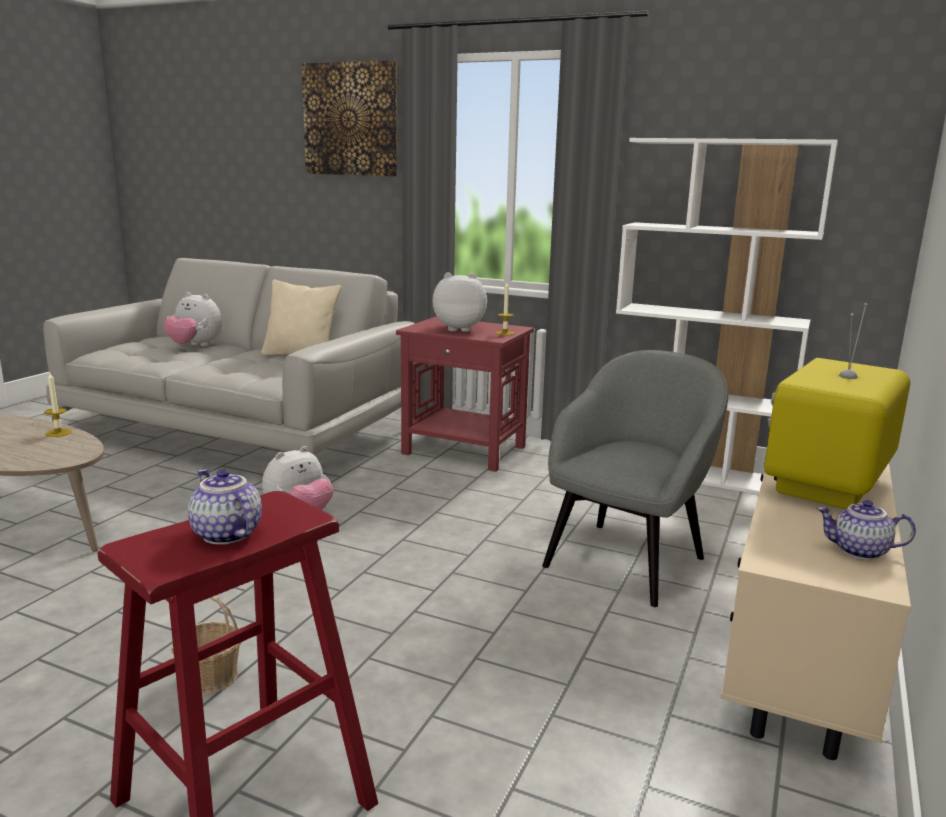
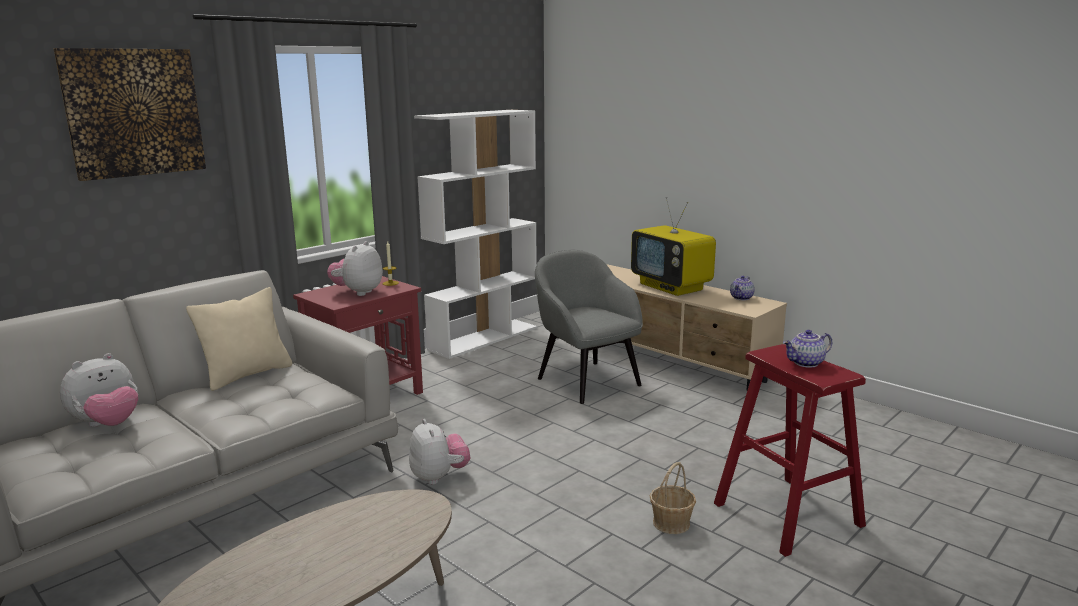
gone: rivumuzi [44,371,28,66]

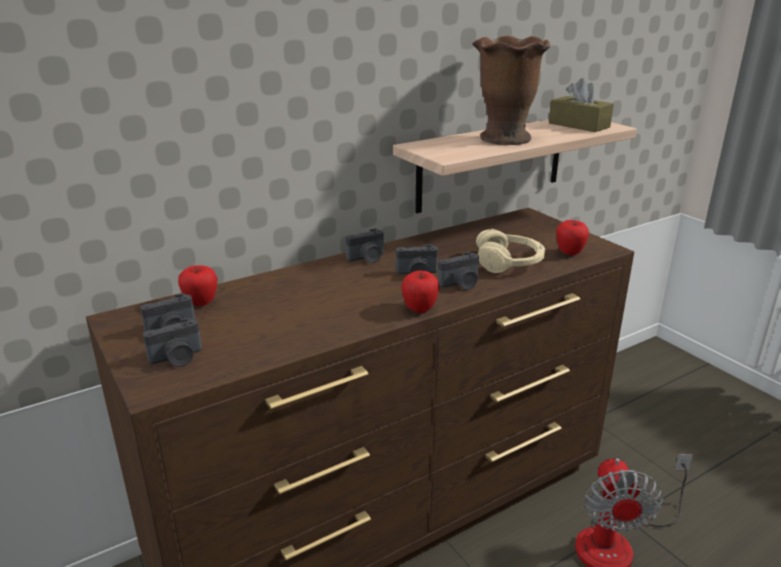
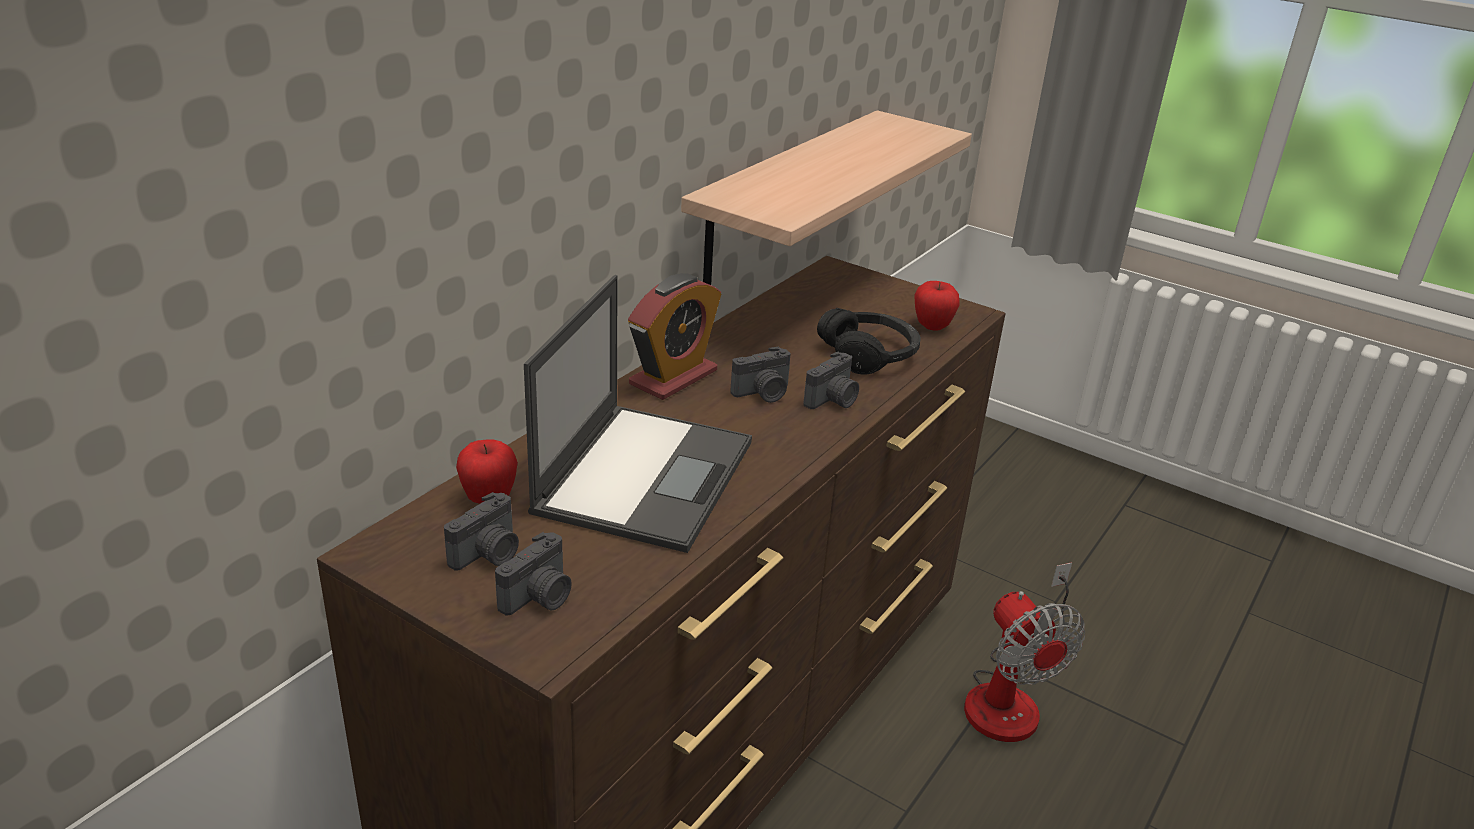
gone: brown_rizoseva [472,36,79,109]; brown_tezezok [549,78,65,54]; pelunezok [401,270,38,43]
new: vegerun [524,275,228,278]
swapped: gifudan [346,228,38,35] to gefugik [628,273,93,127]
repainted: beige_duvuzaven [476,229,69,44] to black_duvuzaven [817,308,104,67]

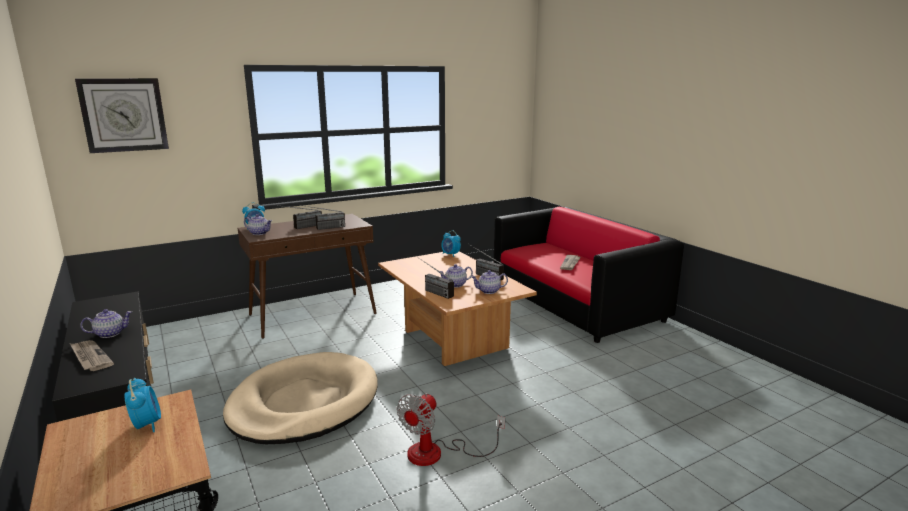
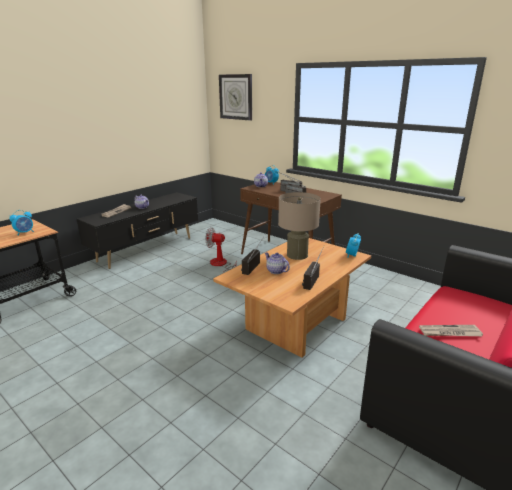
gone: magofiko [471,270,37,24]; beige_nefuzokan [223,352,155,92]
new: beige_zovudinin [278,192,43,68]
shifted: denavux [397,393,108,73] to [206,227,31,46]

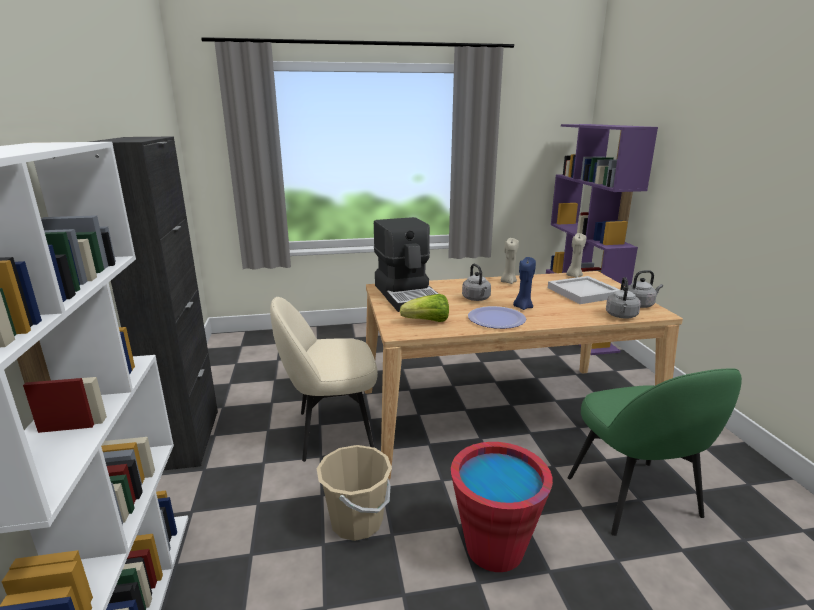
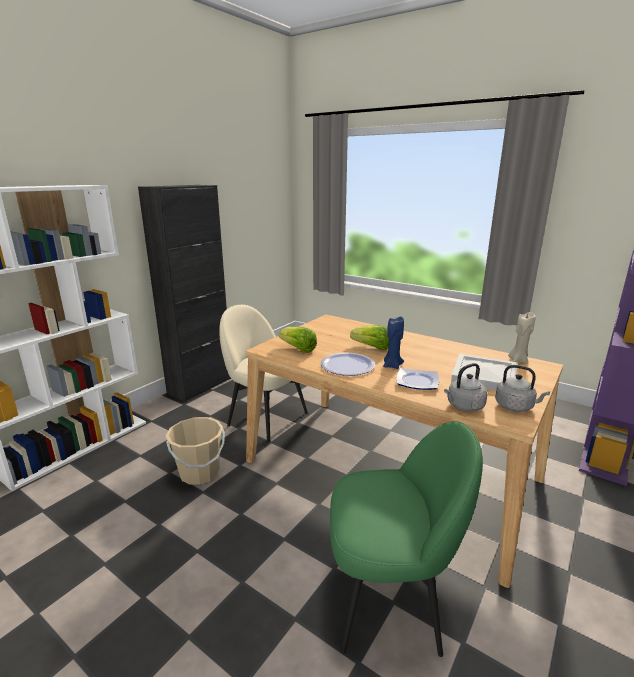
gone: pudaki [374,217,64,95]; beige_rivumuzi [501,238,18,46]; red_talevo [451,442,102,130]
new: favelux [396,368,43,22]
swapped: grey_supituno [462,264,29,37] to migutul [350,325,39,25]
rotated: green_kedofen [568,369,174,167] = [330,421,153,236] 120 degrees counterclockwise

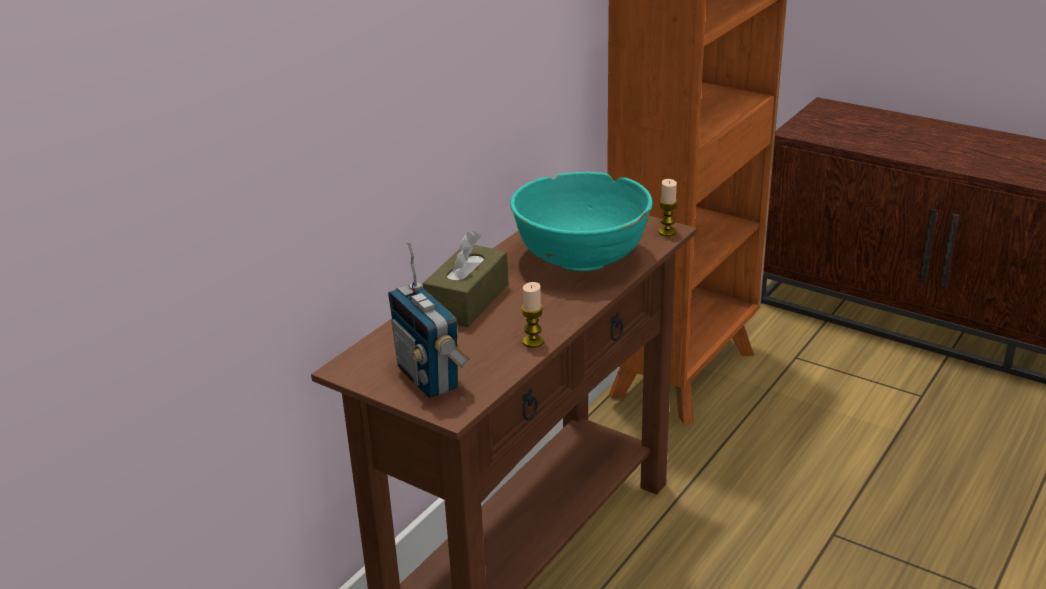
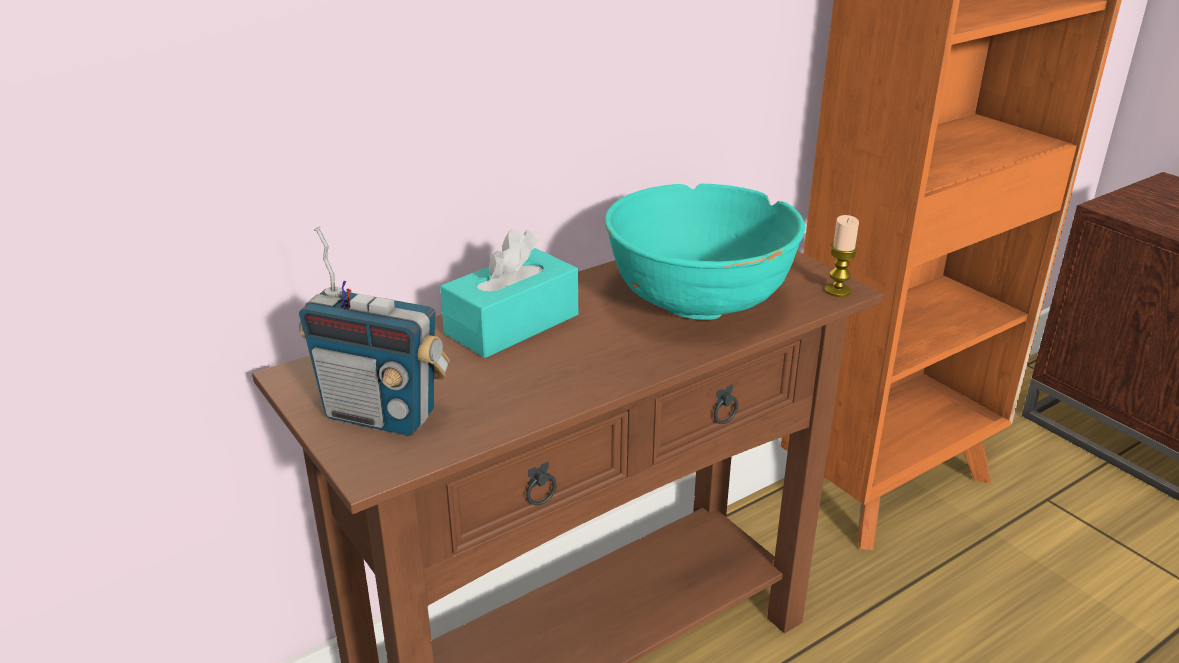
gone: rivumuzi [521,282,23,66]
repainted: brown_tezezok [423,231,86,96] to turquoise_tezezok [440,229,138,129]
rotated: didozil [388,242,82,156] = [299,227,151,209] 60 degrees counterclockwise

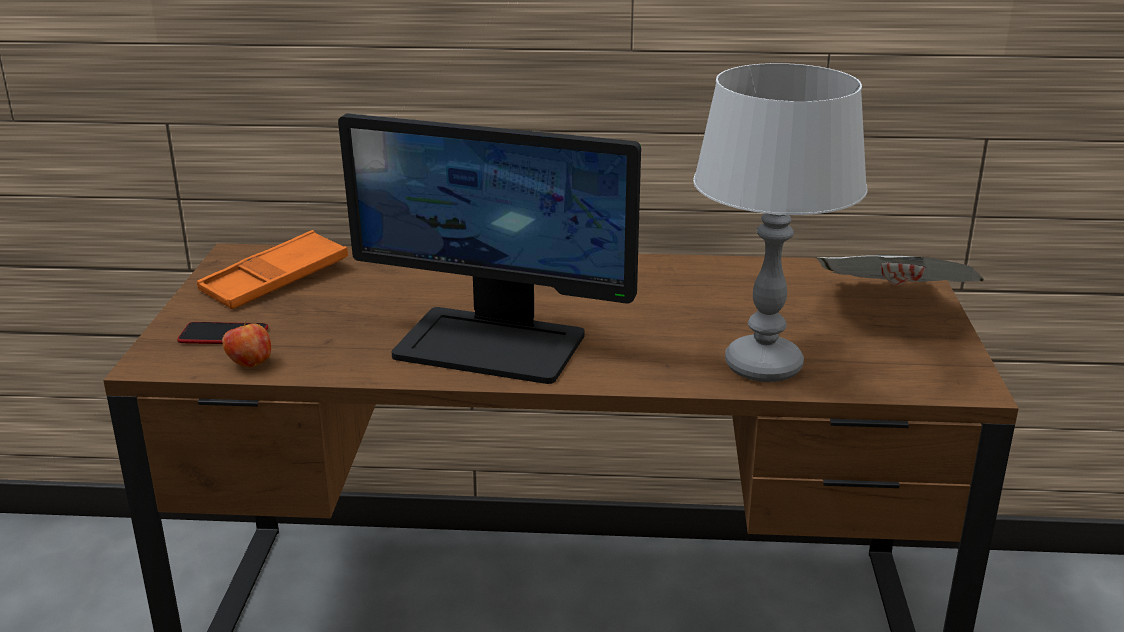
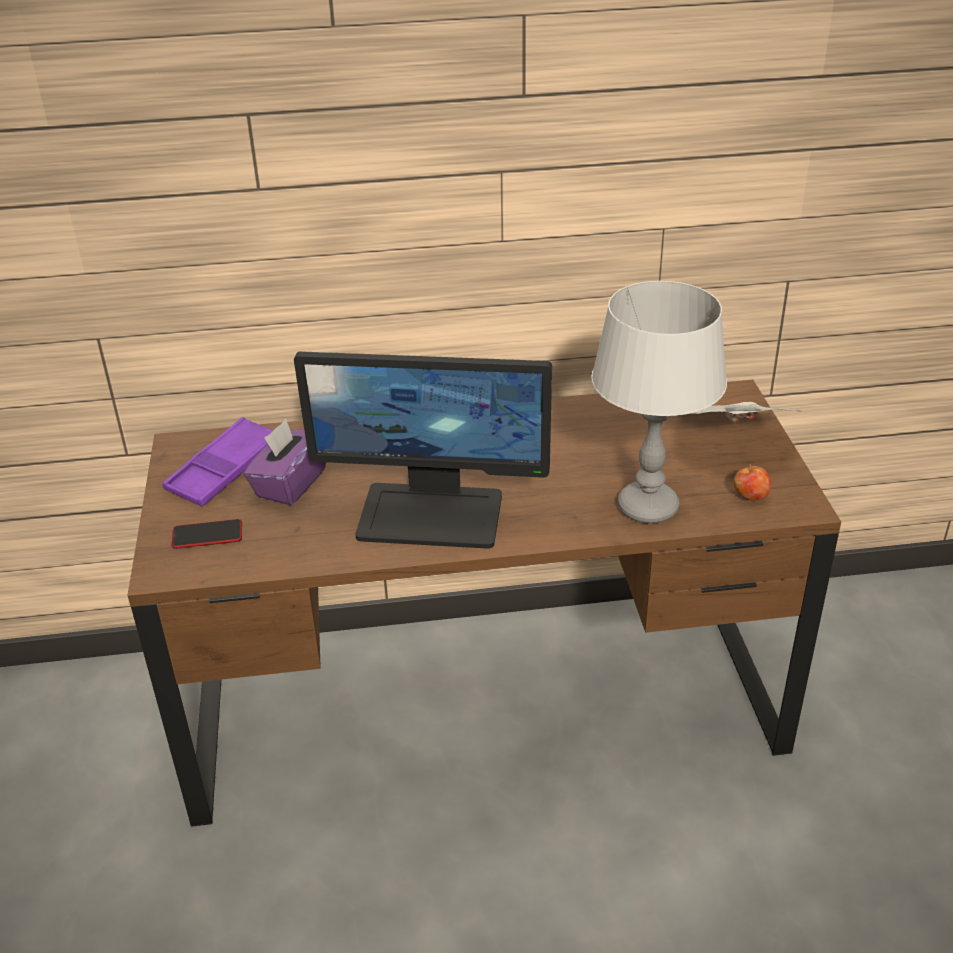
new: purple_tezezok [244,419,82,86]
shifted: pelunezok [222,319,49,48] to [734,464,37,37]
repainted: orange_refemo [197,230,151,79] to purple_refemo [163,417,110,90]

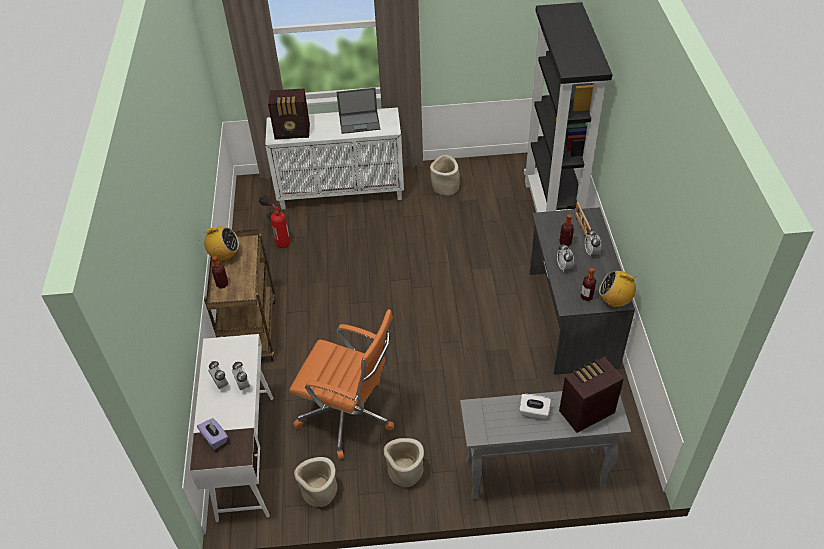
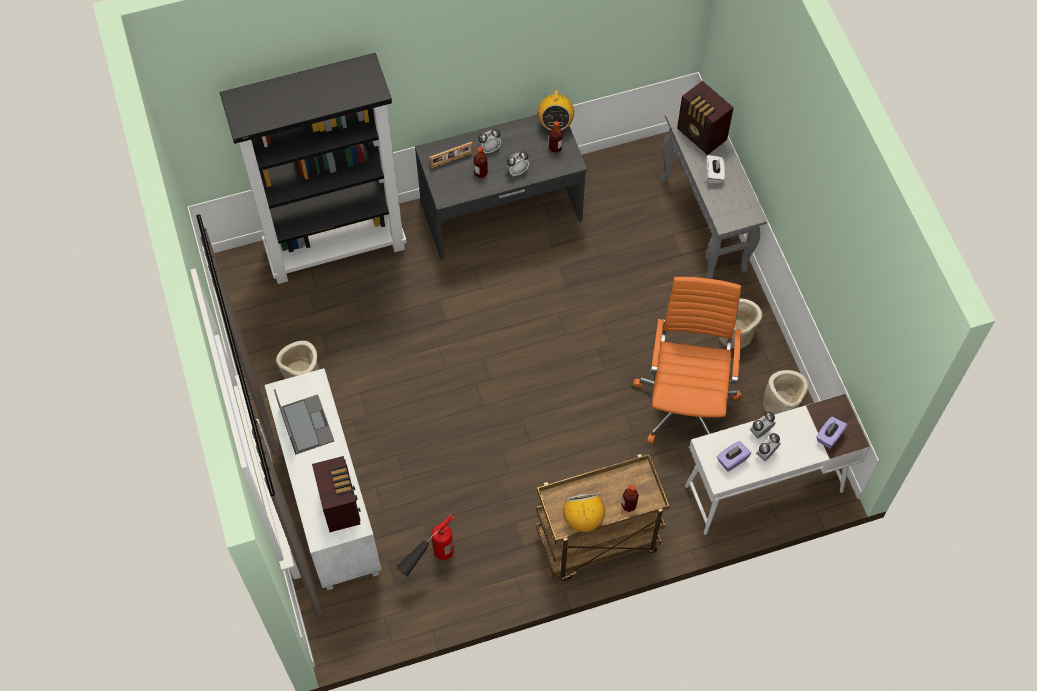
new: purple_tezezok [717,441,34,31]

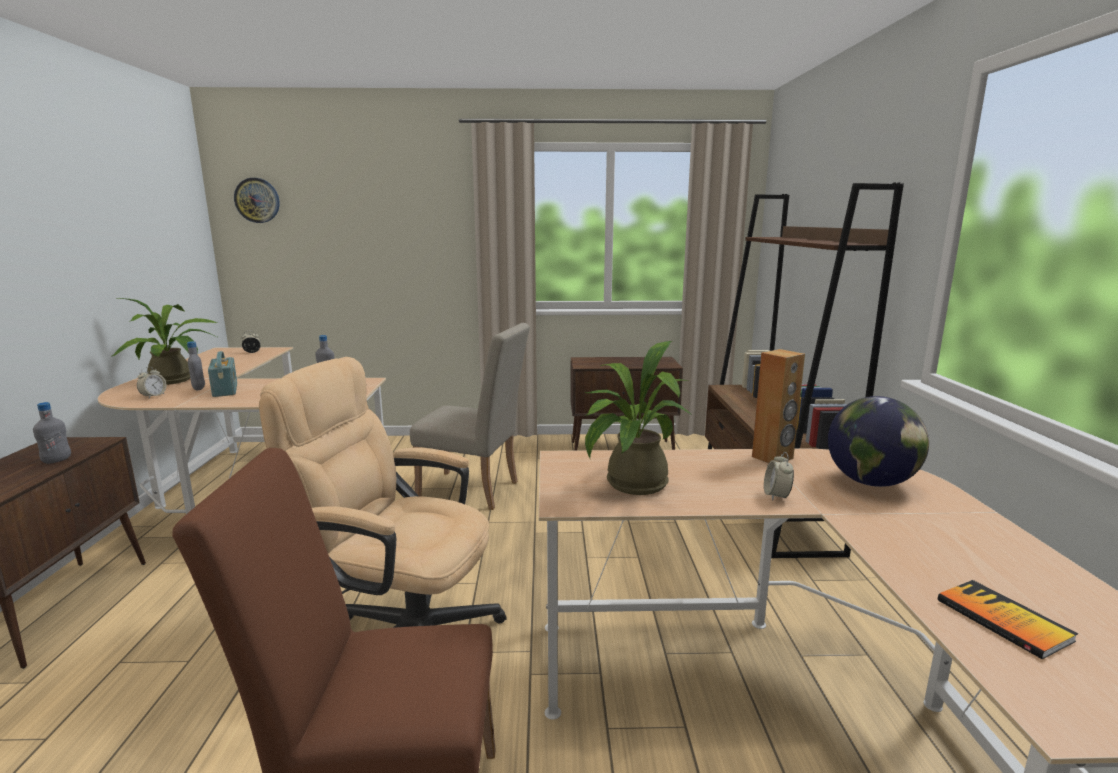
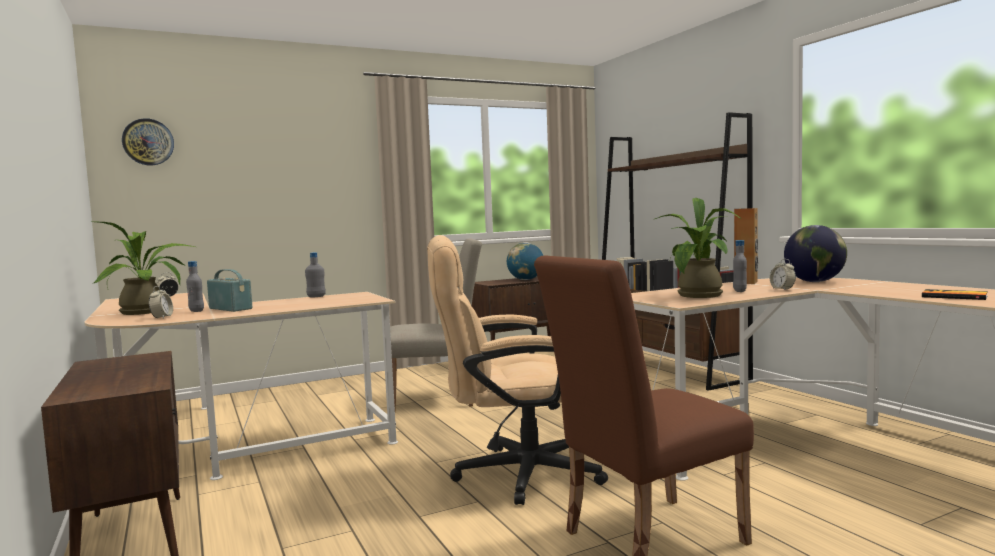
new: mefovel [507,243,36,37]
shifted: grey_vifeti [33,402,38,62] to [733,240,14,52]

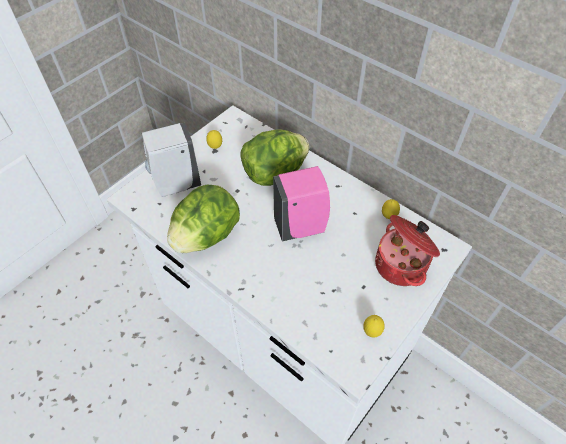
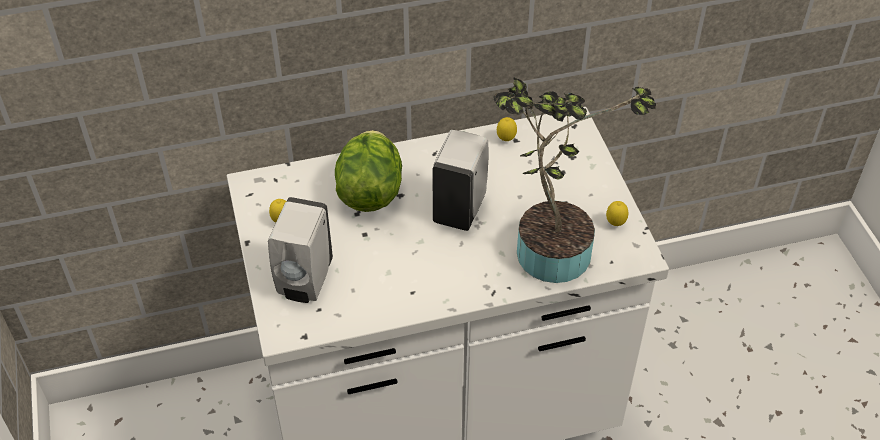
gone: migutul [167,185,73,68]; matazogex [375,215,65,71]
new: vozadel [493,77,163,206]
repainted: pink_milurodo [273,166,57,76] to white_milurodo [432,130,56,101]

